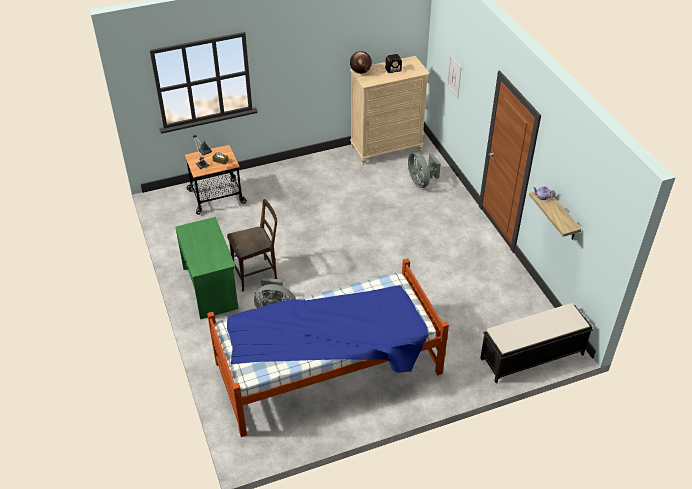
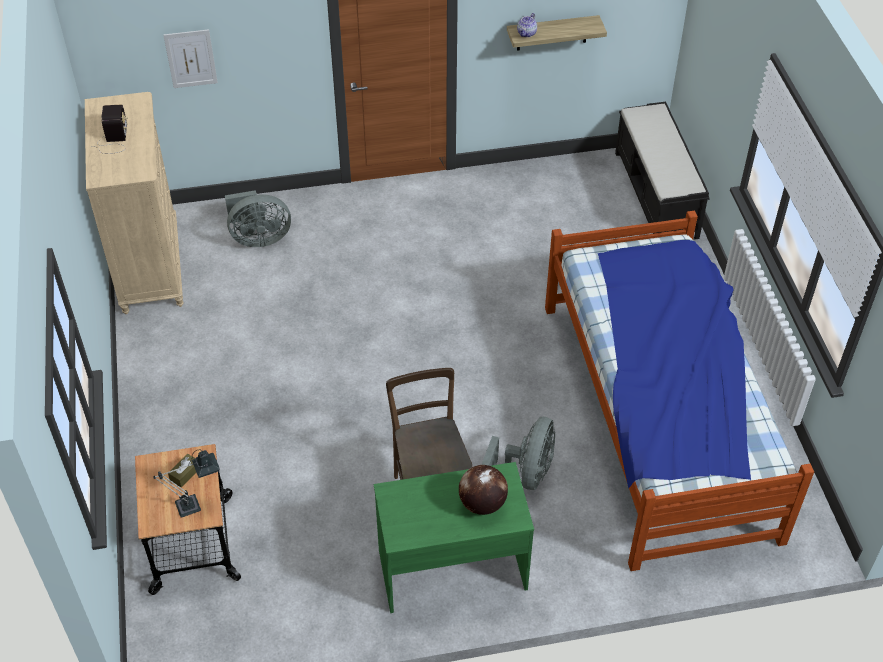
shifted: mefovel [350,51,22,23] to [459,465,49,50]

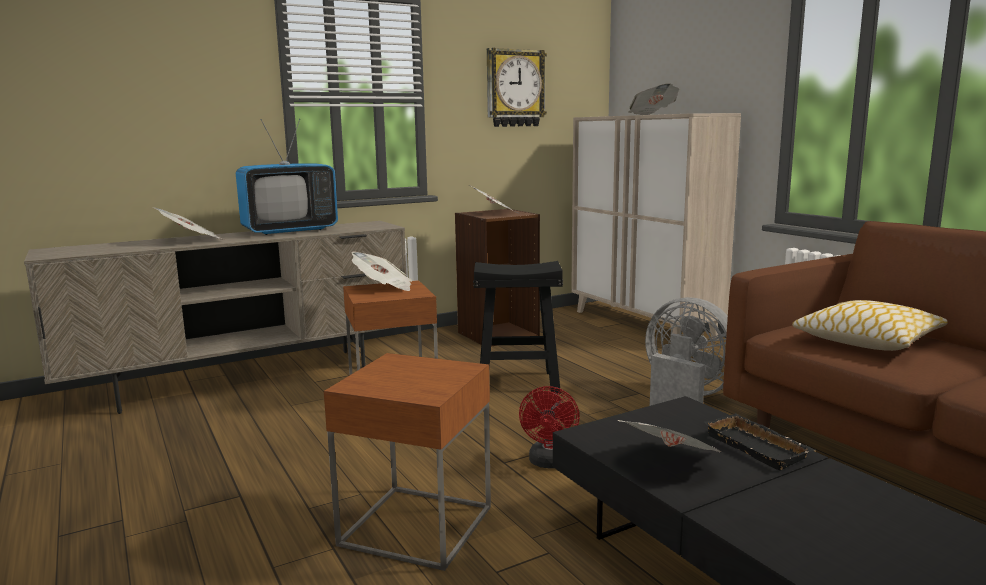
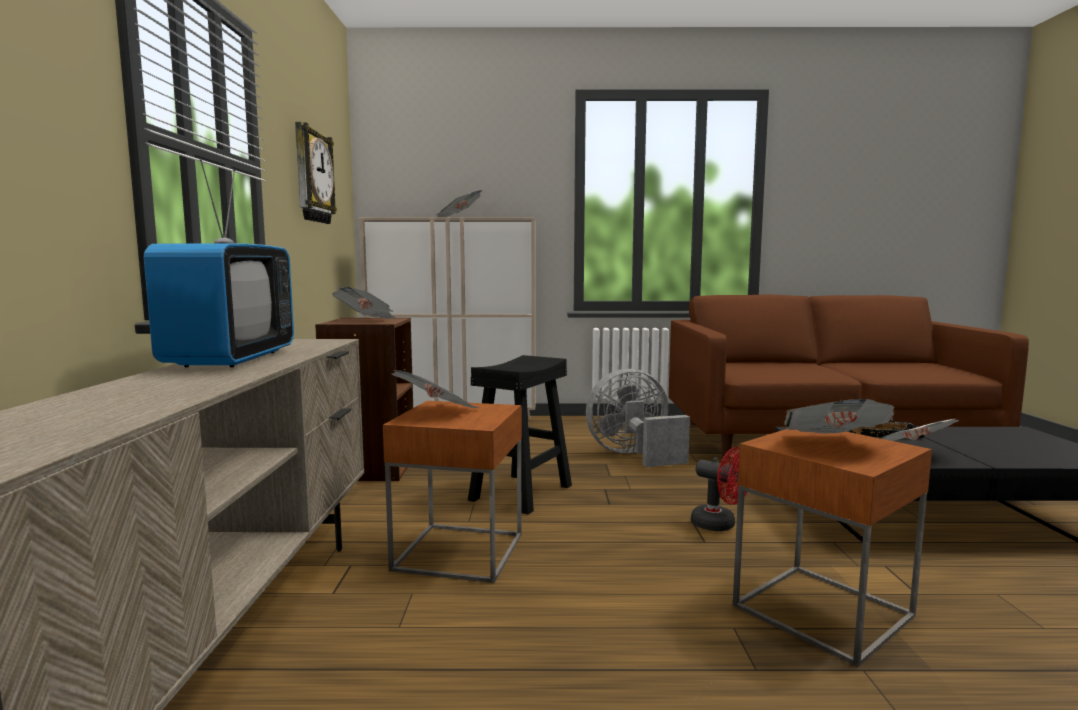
gone: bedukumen [792,300,156,51]
shifted: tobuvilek [153,207,71,33] to [784,399,111,34]

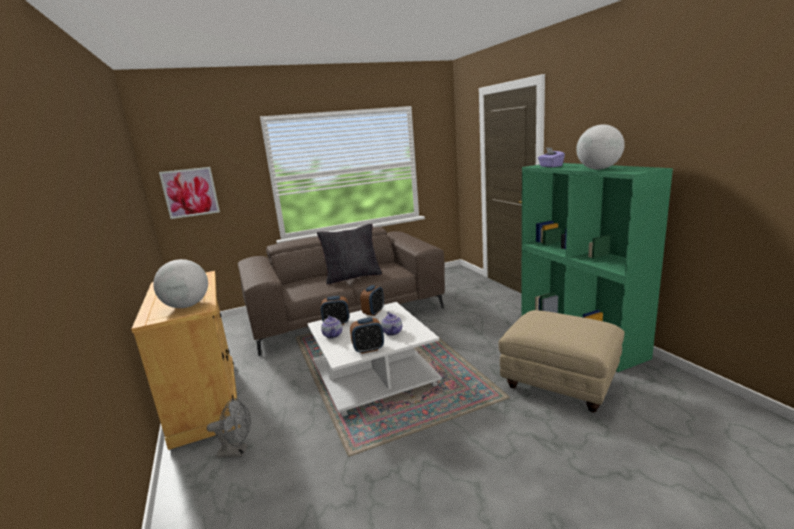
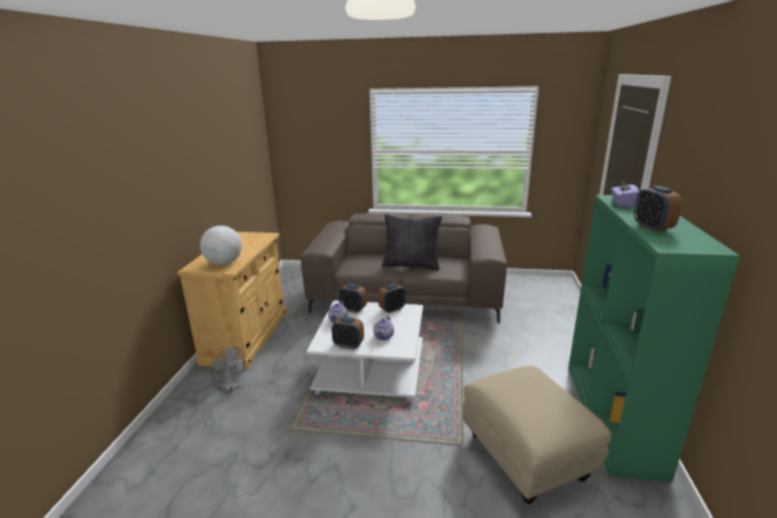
gone: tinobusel [159,167,61,52]
swapped: mefovel [576,124,49,46] to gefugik [634,186,48,46]

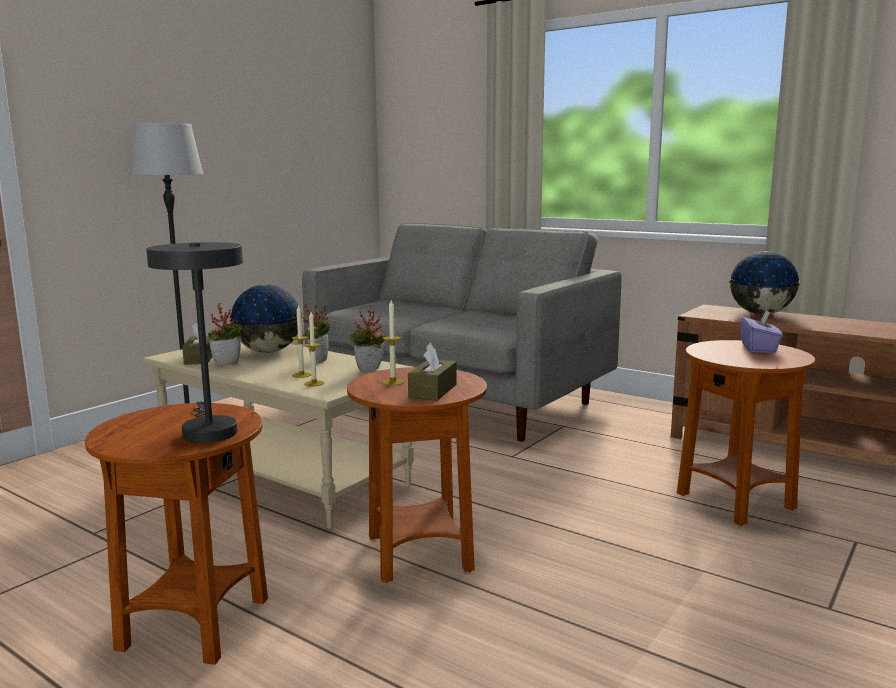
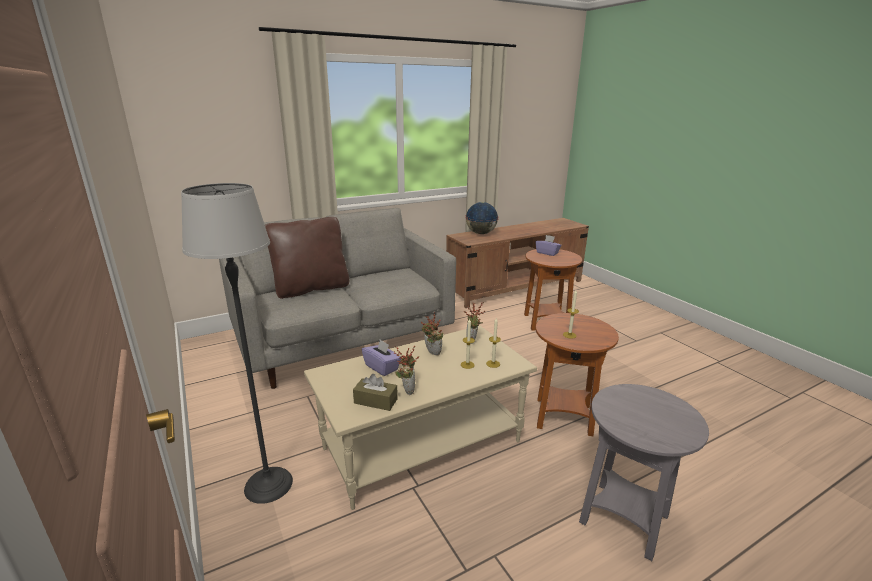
gone: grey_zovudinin [146,242,97,201]; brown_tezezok [408,343,48,58]
new: brown_bedukumen [265,217,84,82]
swapped: mefovel [230,284,72,69] to purple_tezezok [362,340,39,36]
repainted: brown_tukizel [85,403,183,262] to grey_tukizel [579,384,130,177]

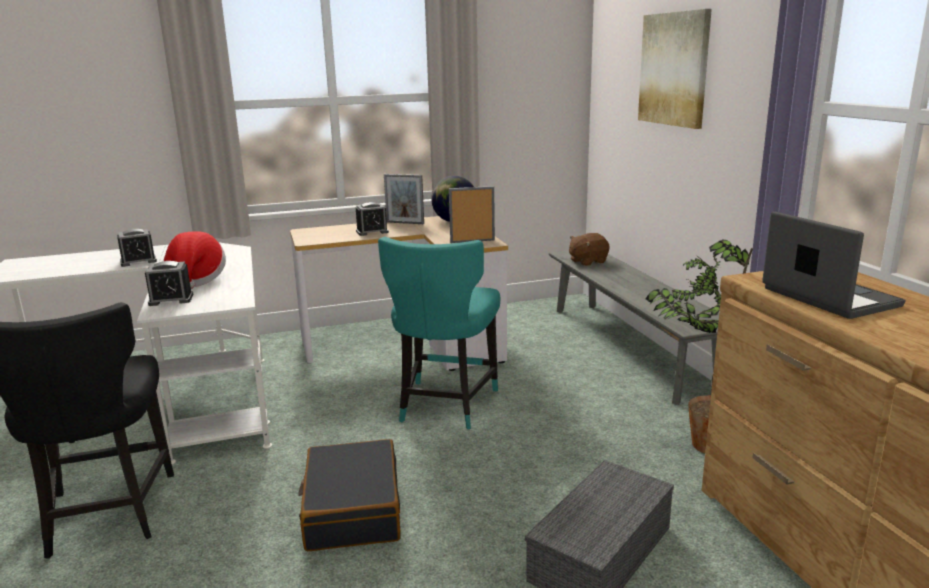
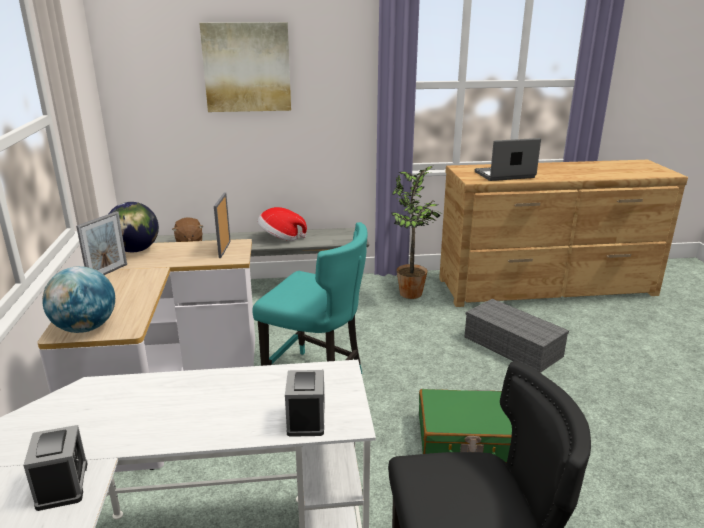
gone: gefugik [356,202,33,34]
new: mefovel [42,266,73,67]
shifted: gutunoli [163,231,63,58] to [258,207,49,34]
repainted: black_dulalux [298,439,103,112] to green_dulalux [419,389,93,74]

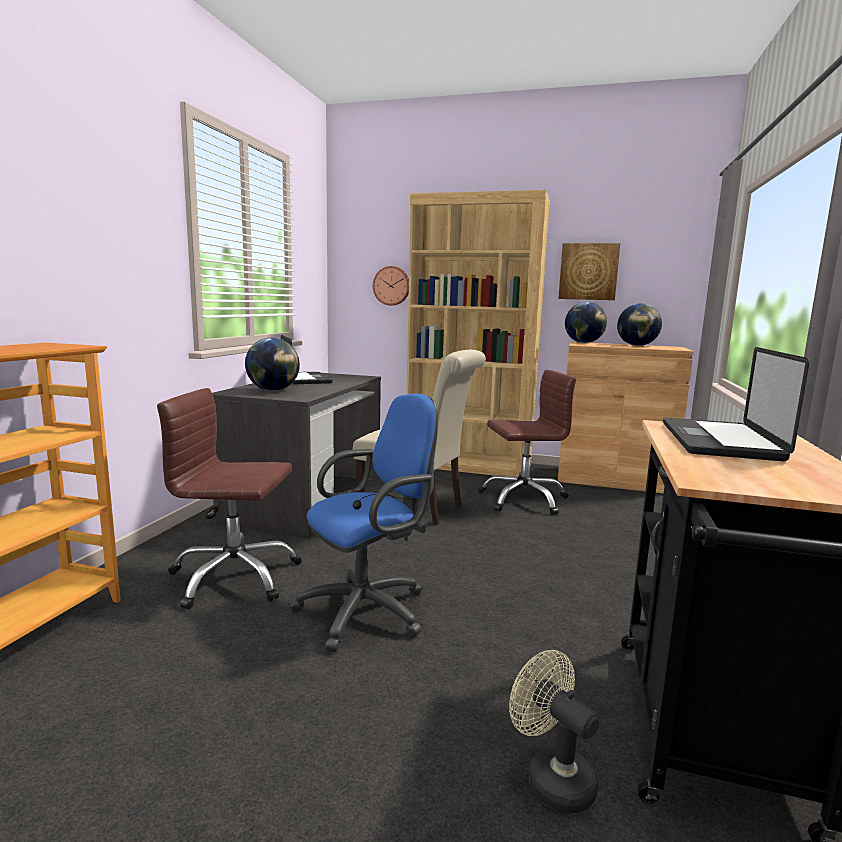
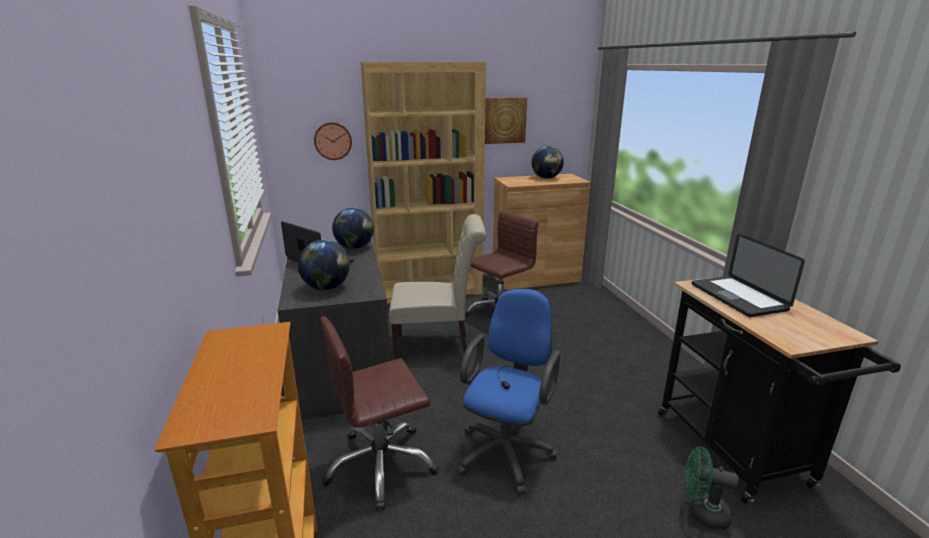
shifted: mefovel [565,302,42,41] to [332,207,42,42]
repainted: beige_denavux [509,650,90,163] to green_denavux [685,446,54,84]

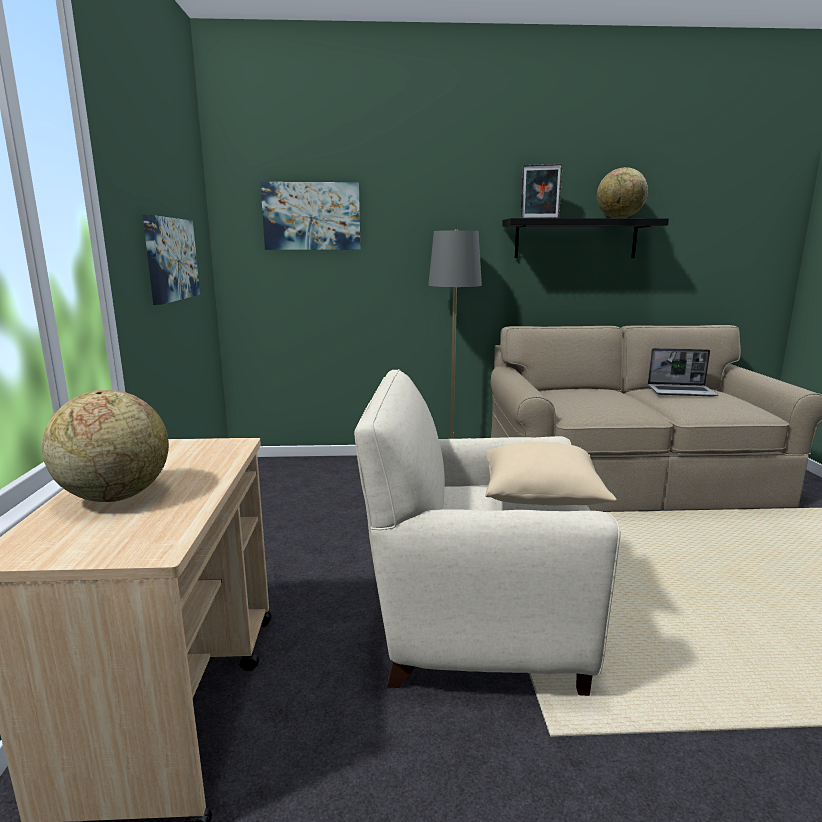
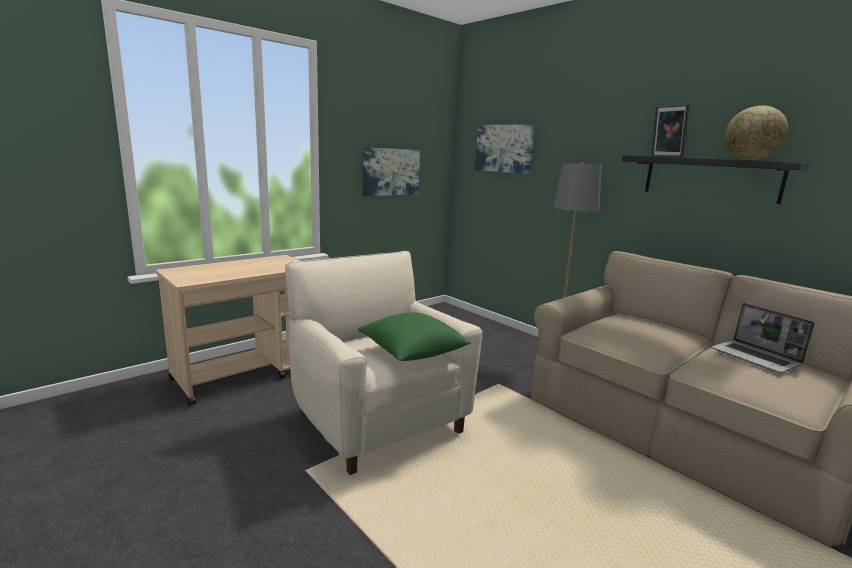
gone: mefovel [42,390,127,112]
repainted: beige_bedukumen [485,442,132,63] to green_bedukumen [358,312,113,49]

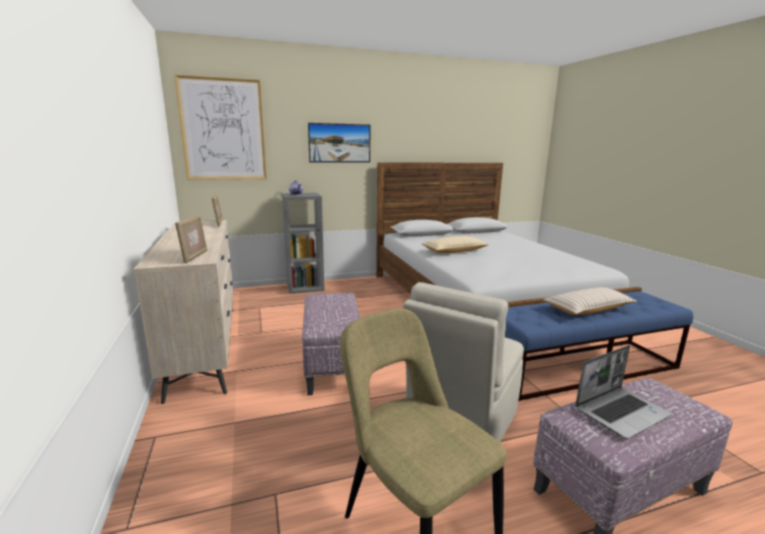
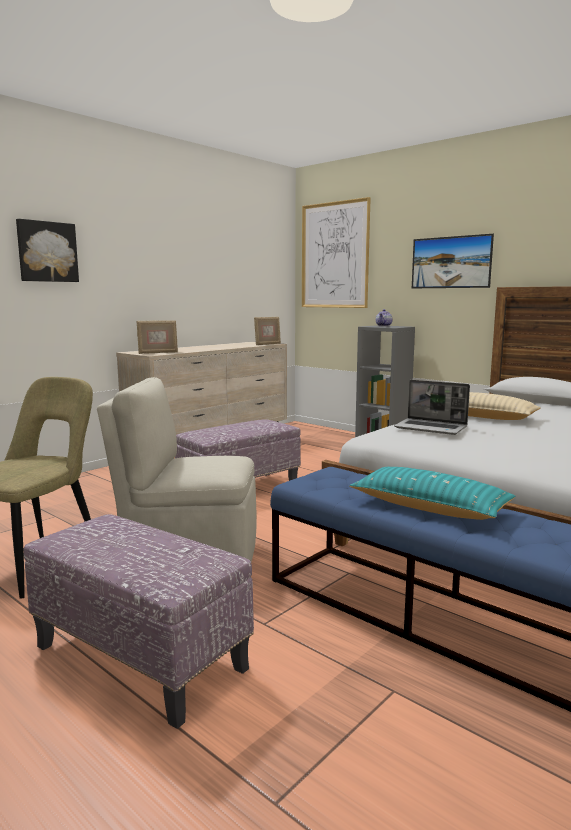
new: tinobusel [16,219,63,63]
shifted: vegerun [575,345,97,94] to [394,380,76,55]
repainted: beige_bedukumen [543,287,94,28] to turquoise_bedukumen [349,467,167,53]

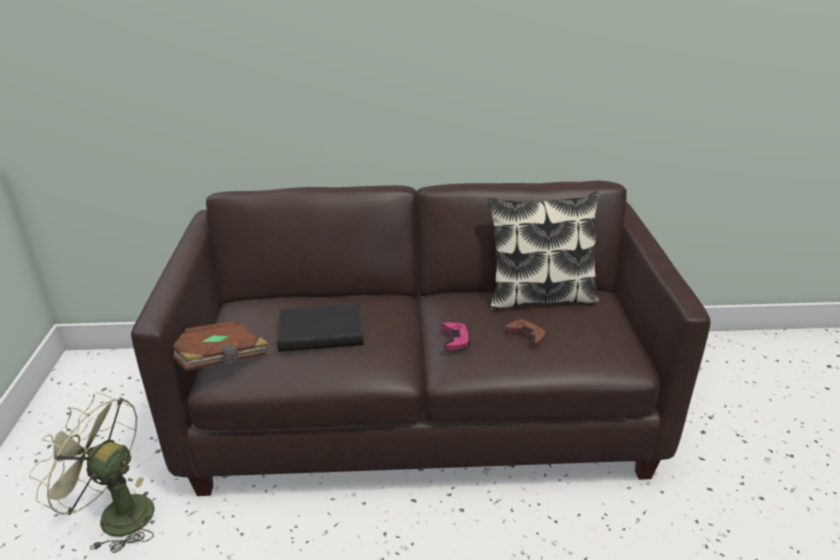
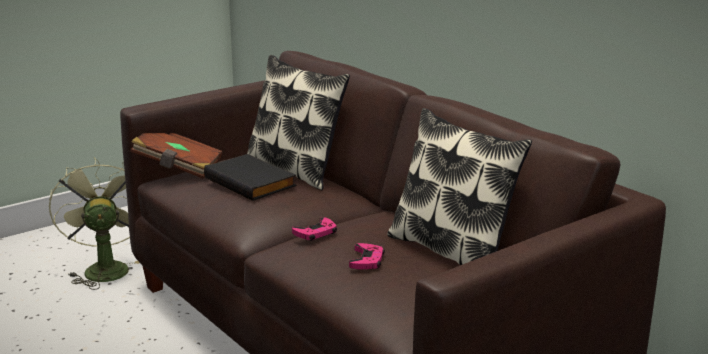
new: bedukumen [247,55,103,135]
repainted: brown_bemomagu [505,319,42,28] to pink_bemomagu [349,243,36,26]

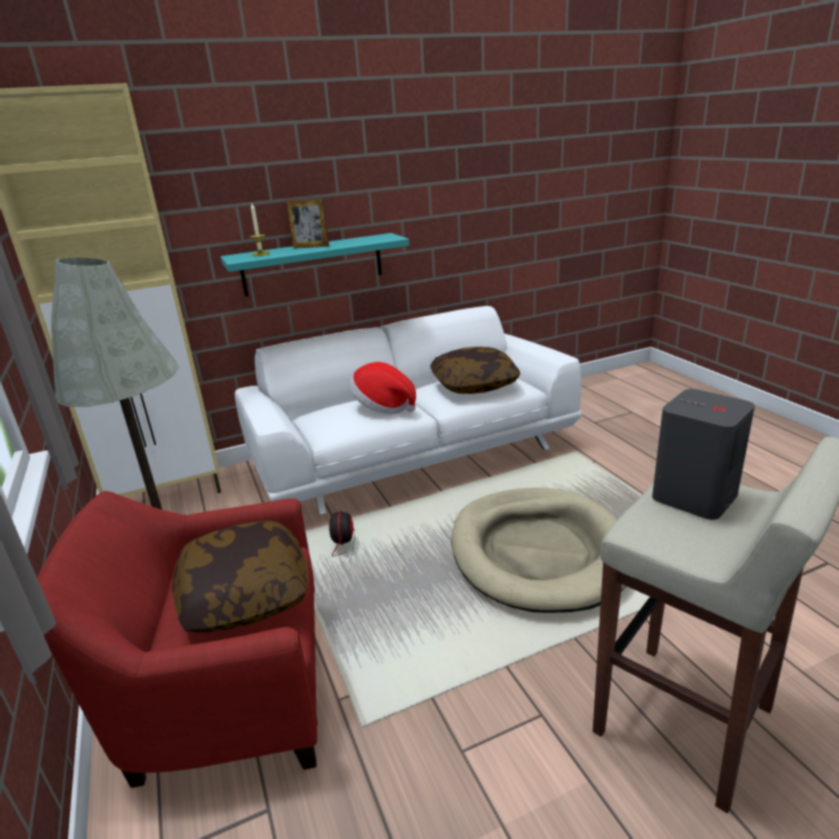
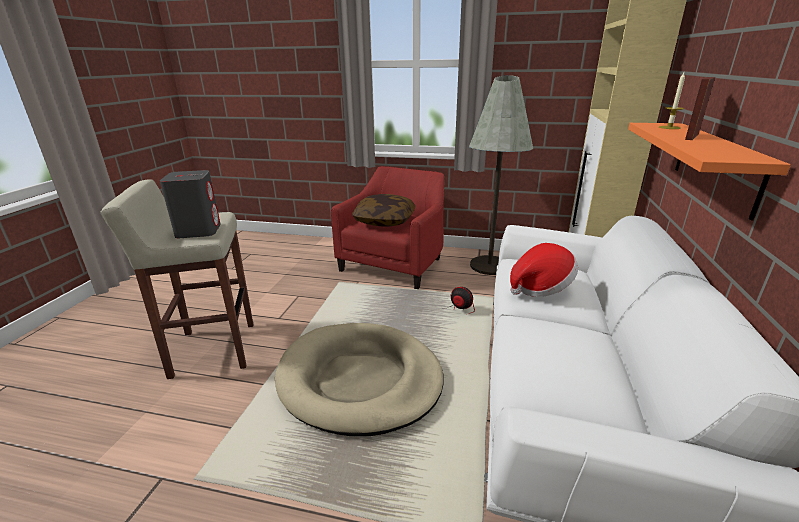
gone: bedukumen [430,347,90,47]
repainted: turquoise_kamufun [220,233,189,64] to orange_kamufun [628,123,163,97]

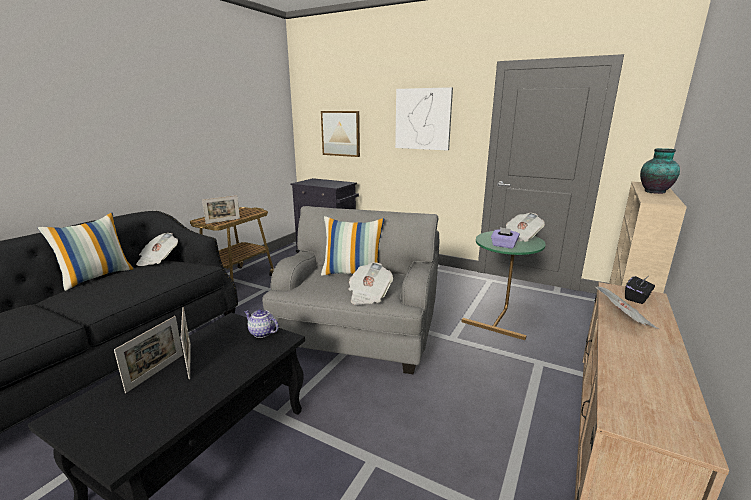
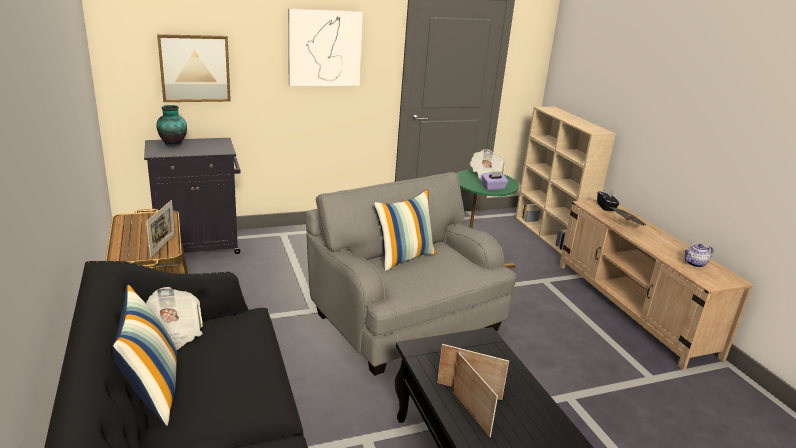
gone: tobuvilek [348,262,45,43]
shifted: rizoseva [640,148,40,46] to [156,105,31,41]; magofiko [244,309,35,29] to [684,244,30,23]

